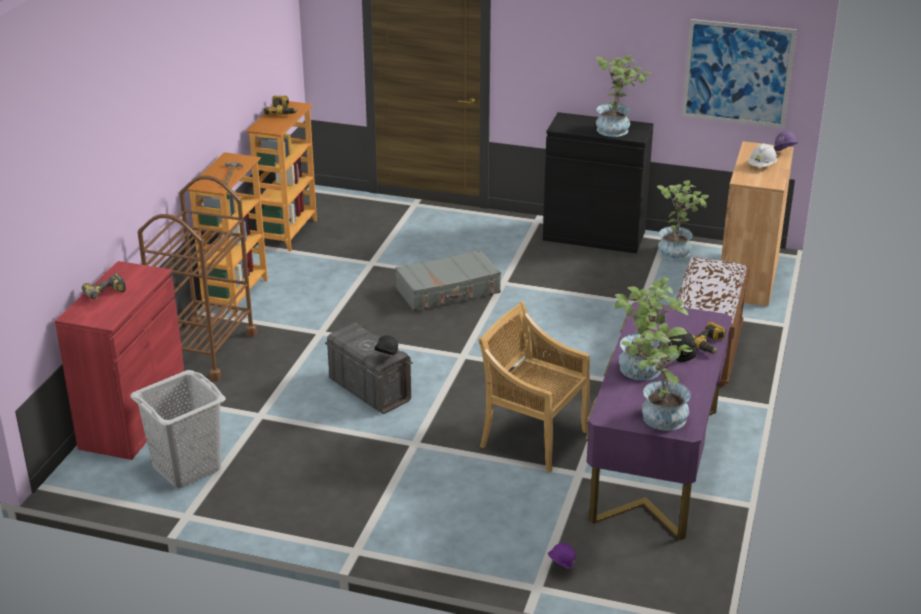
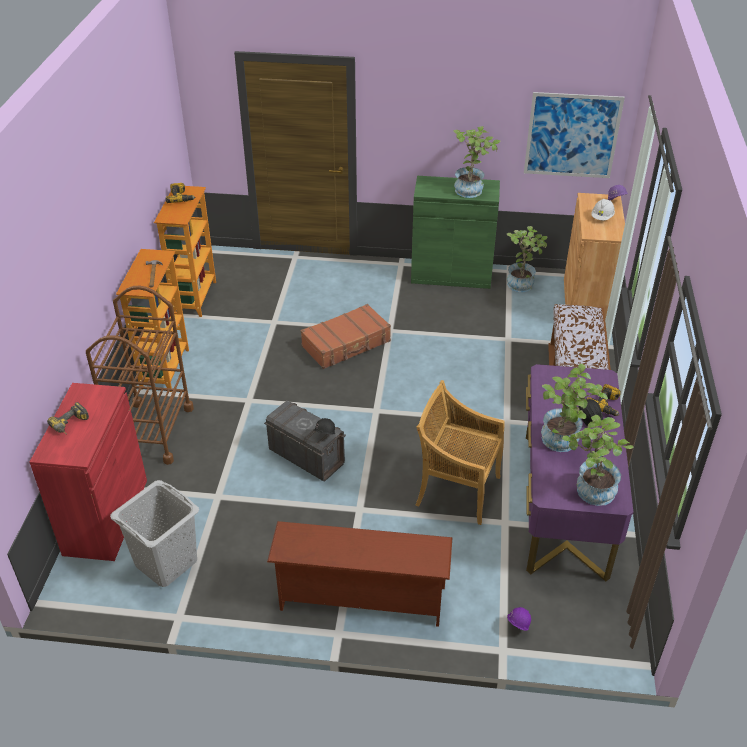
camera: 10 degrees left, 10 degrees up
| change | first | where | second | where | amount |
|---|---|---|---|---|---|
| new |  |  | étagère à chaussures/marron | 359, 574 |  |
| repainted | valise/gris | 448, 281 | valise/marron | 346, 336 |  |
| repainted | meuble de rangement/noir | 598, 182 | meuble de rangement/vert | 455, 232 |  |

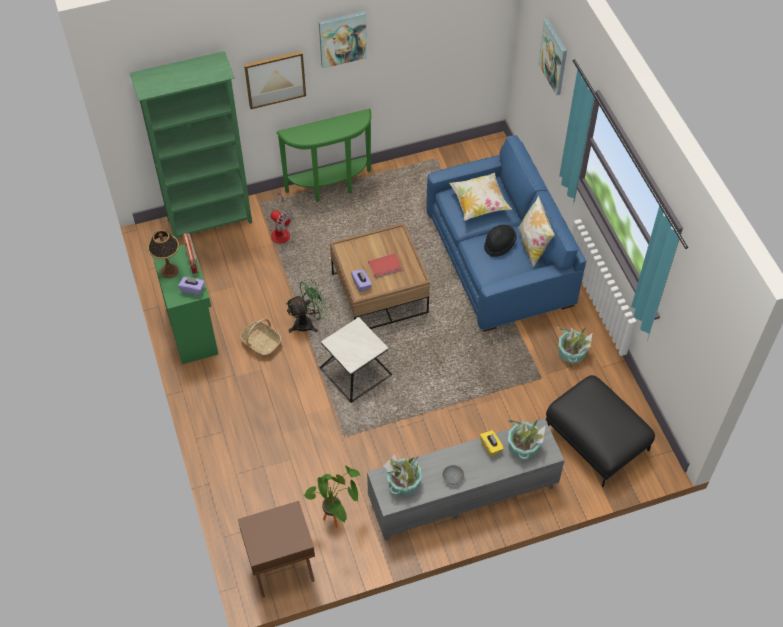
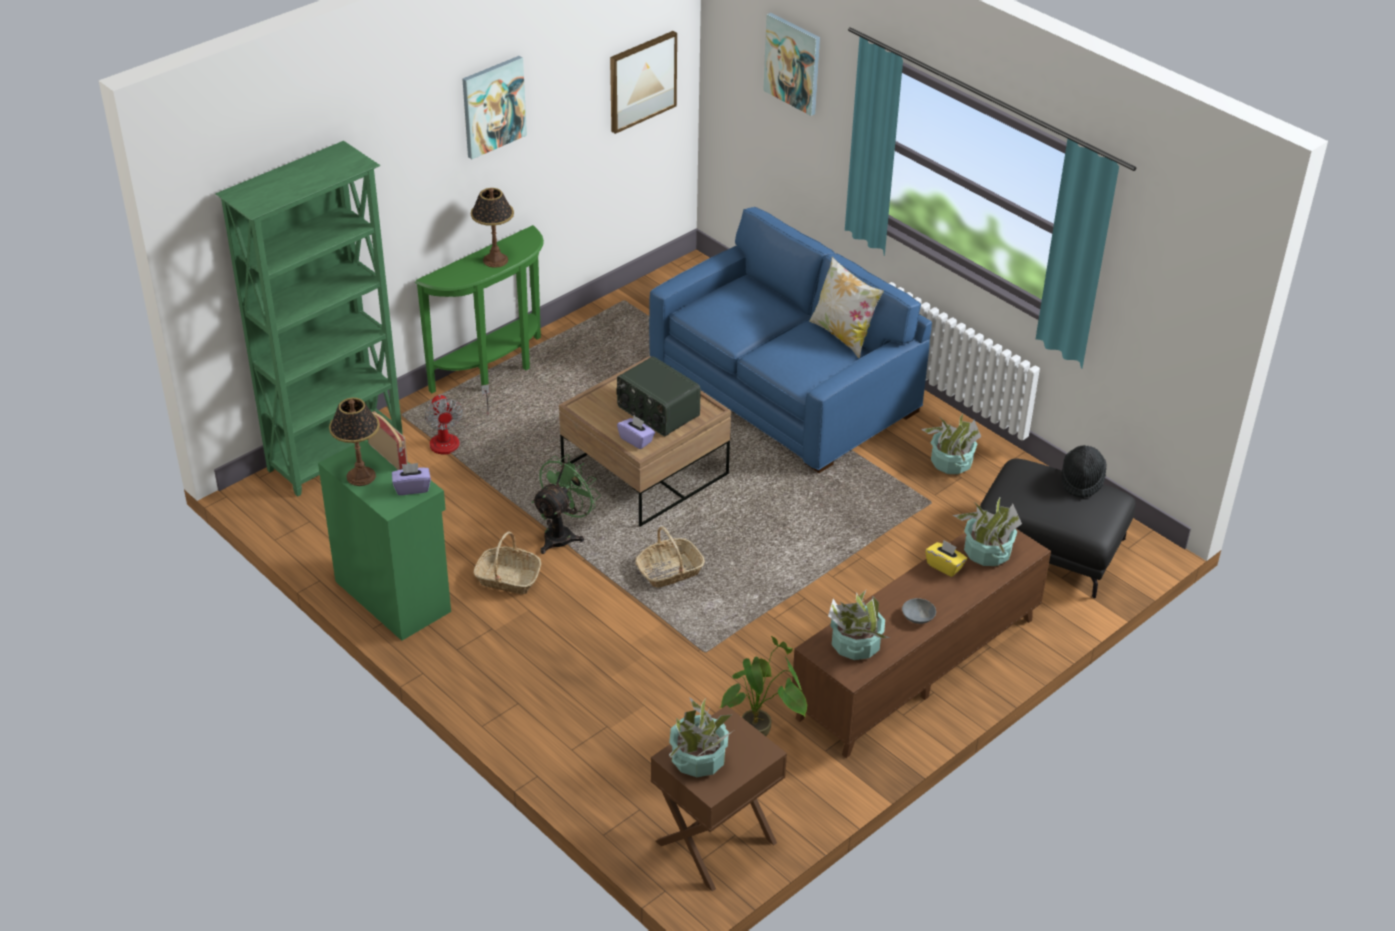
camera: 25 degrees left, 15 degrees down
| change | first | where | second | where | amount |
|---|---|---|---|---|---|
| gone | coussin | 480, 197 |  |  |  |
| new |  |  | lampe de table | 492, 228 |  |
| new |  |  | plante en pot | 701, 737 |  |
| shifted | tableau | 275, 80 |  | 643, 82 |  |
| shifted | chapeau/noir | 500, 241 |  | 1084, 471 |  |
| swapped | table d'appoint | 355, 360 | panier | 670, 557 |  |
| swapped | livre/rouge | 385, 265 | radio | 659, 396 |  |
| repainted | meuble télé/gris | 466, 479 | meuble télé/marron | 921, 635 |  |
| rotated | ventilateur | 281, 217 |  | 457, 419 | 60 degrees clockwise |

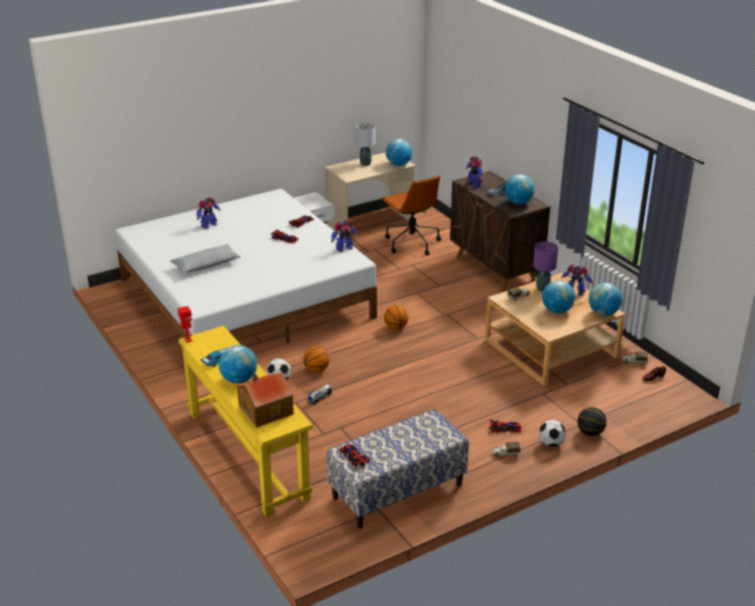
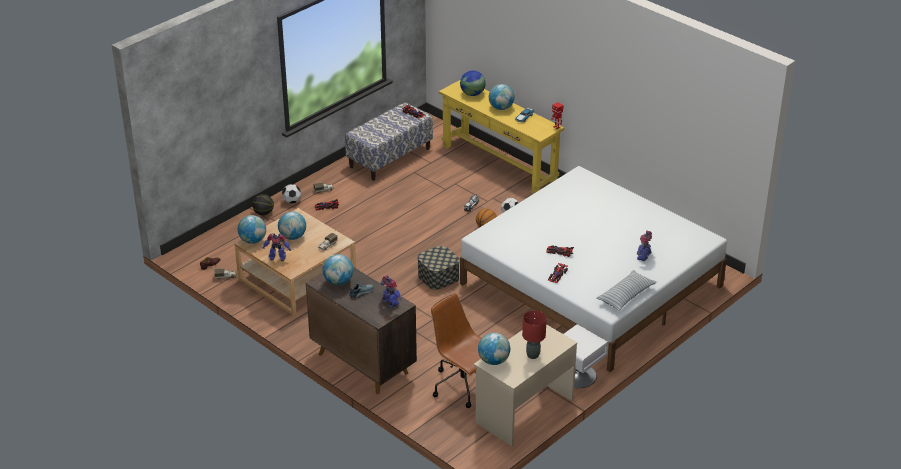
camera: 165 degrees right, 5 degrees up
| change | first | where | second | where | amount |
|---|---|---|---|---|---|
| gone | robot jouet | 344, 236 |  |  |  |
| gone | lampe de table/violet | 545, 266 |  |  |  |
| shifted | coussin | 205, 259 |  | 626, 290 |  |
| swapped | maison miniature | 265, 400 | globe | 473, 83 |  |
| swapped | ballon de basket | 396, 317 | boîte de rangement | 438, 268 |  |
| repainted | lampe de table/gris | 365, 144 | lampe de table/rouge | 534, 335 |  |

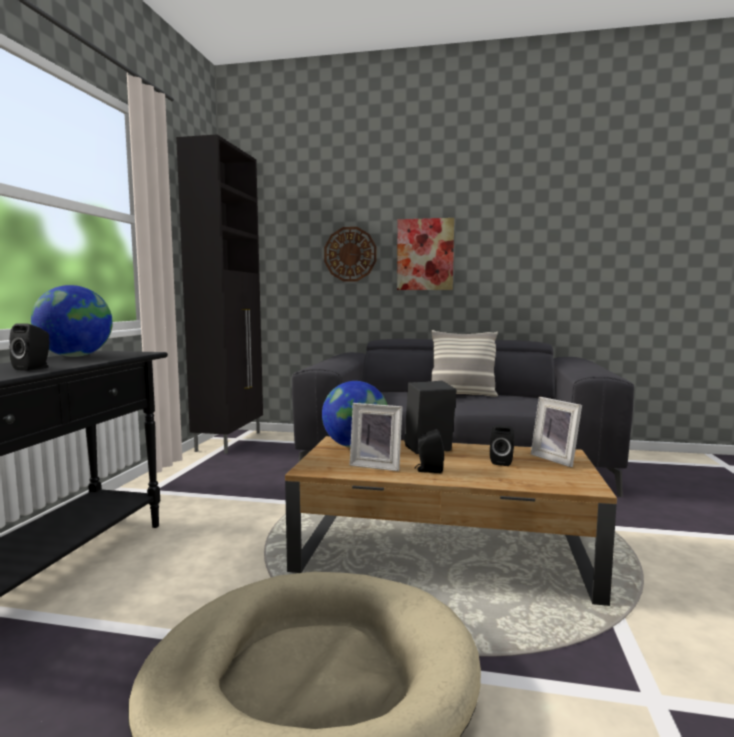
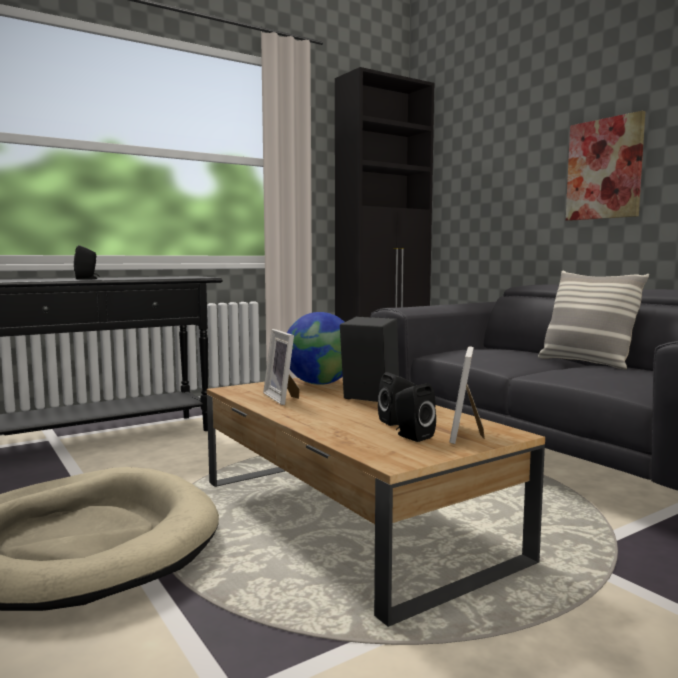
camera: 45 degrees right, 0 degrees up
| change | first | where | second | where | amount |
|---|---|---|---|---|---|
| gone | globe | 72, 321 |  |  |  |
| gone | horloge murale | 350, 254 |  |  |  |
| shifted | enceinte/noir | 429, 451 |  | 415, 412 |  |

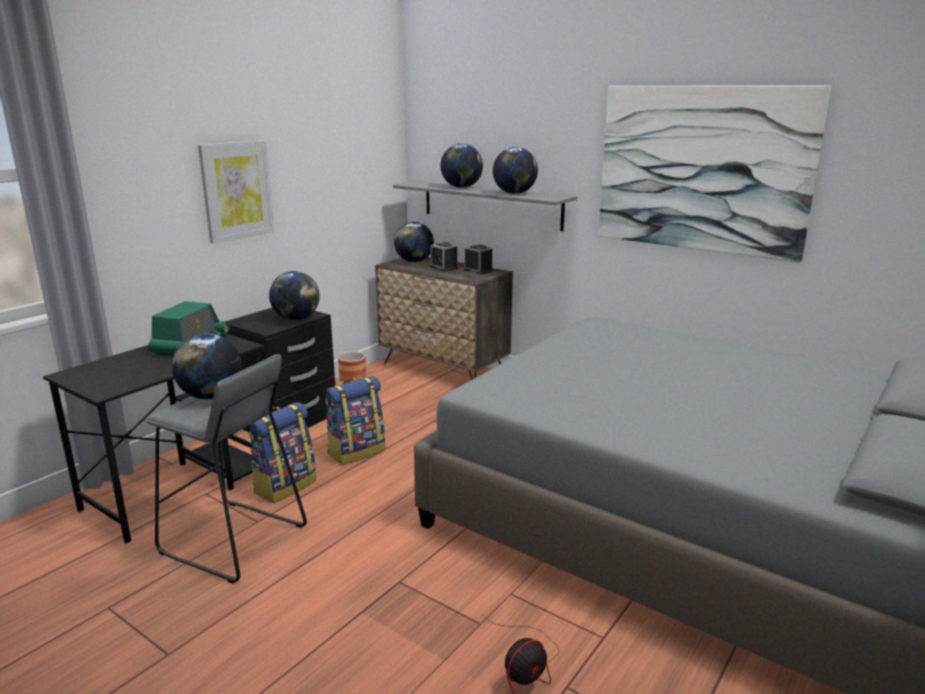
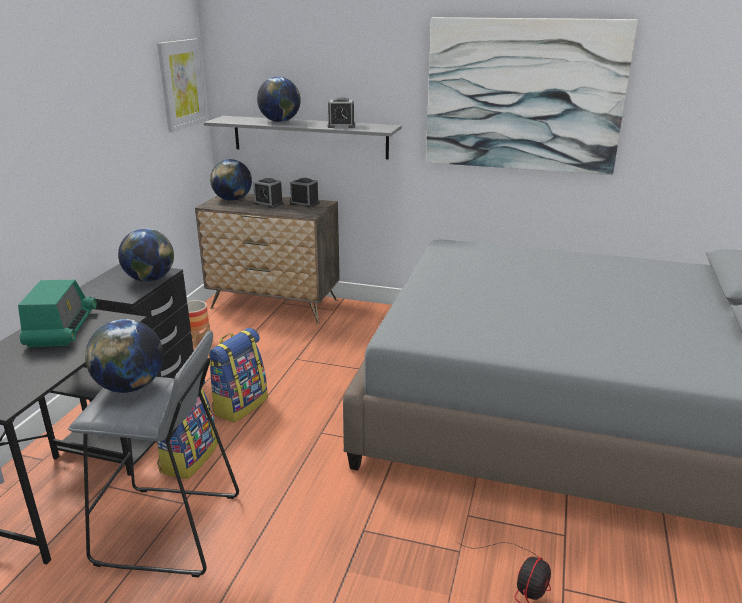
camera: 20 degrees left, 5 degrees up
| change | first | where | second | where | amount |
|---|---|---|---|---|---|
| shifted | tableau | 236, 192 |  | 181, 85 |  |
| swapped | globe | 515, 170 | réveil | 341, 112 |  |

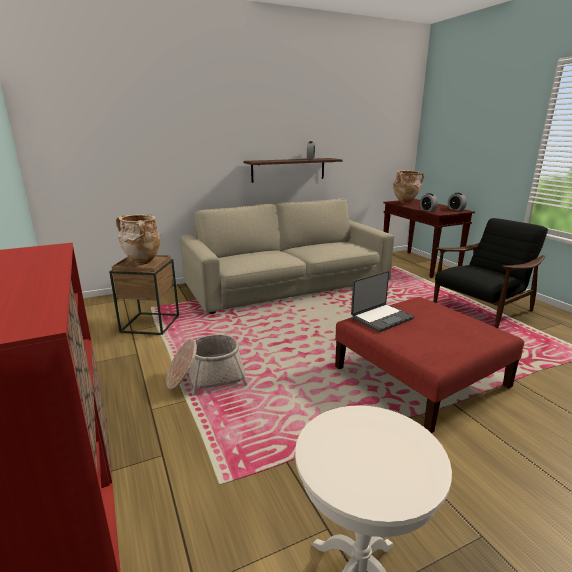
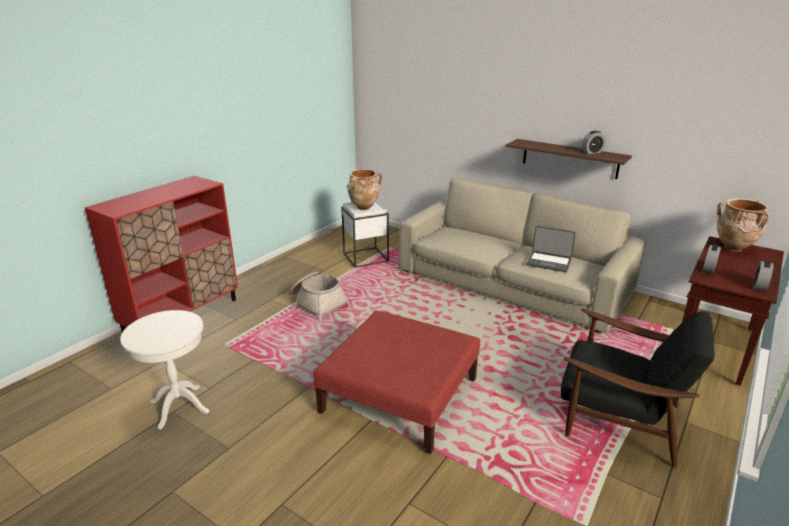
camera: 60 degrees right, 5 degrees up
| change | first | where | second | where | amount |
|---|---|---|---|---|---|
| shifted | ordinateur portable | 382, 301 |  | 551, 249 |  |
| repainted | table d'appoint/marron | 144, 295 | table d'appoint/blanc | 365, 234 |  |

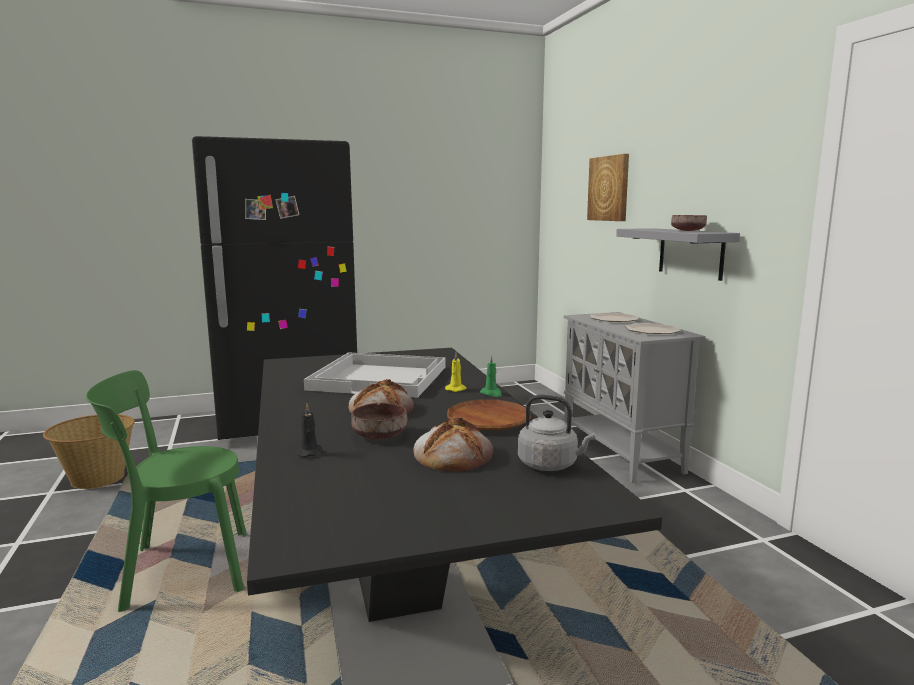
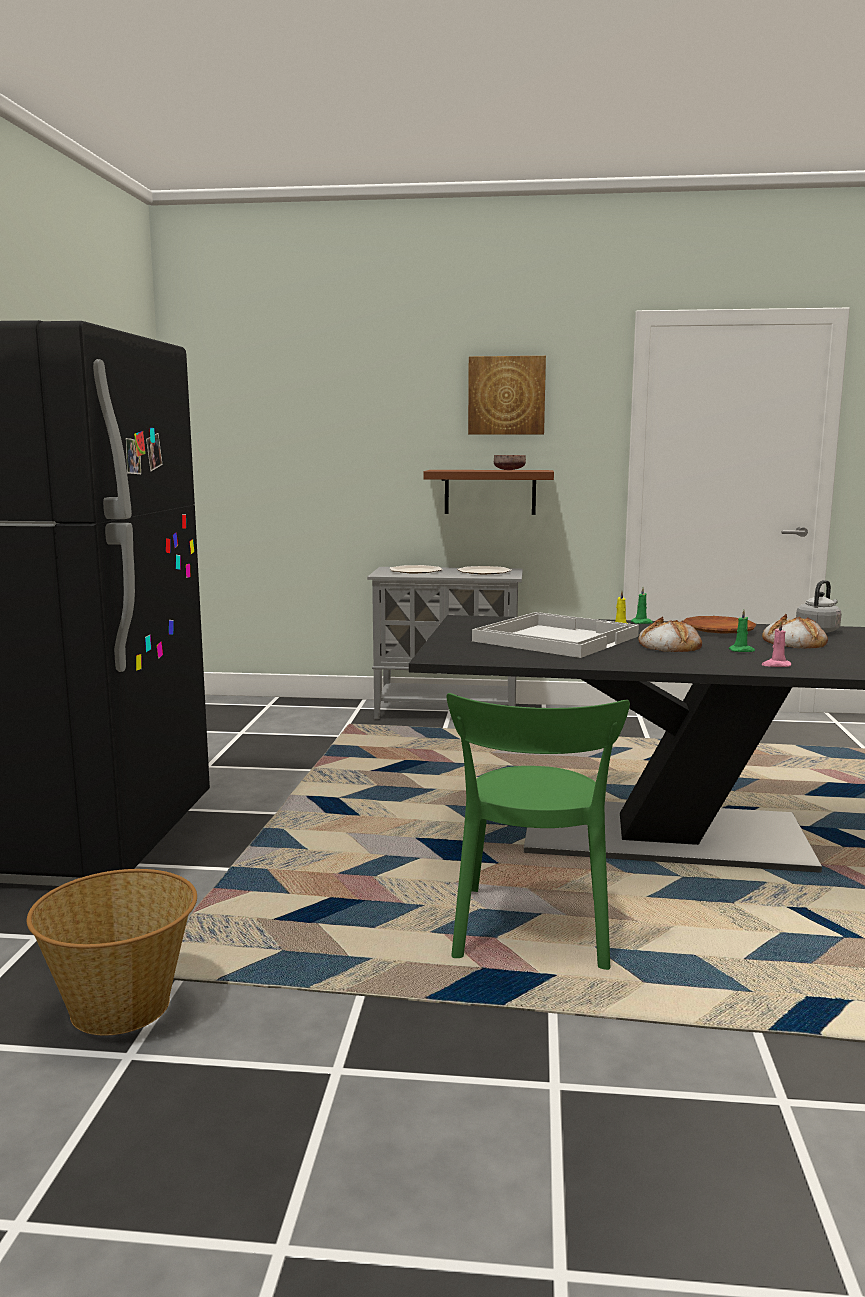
camera: 65 degrees left, 0 degrees up
| change | first | where | second | where | amount |
|---|---|---|---|---|---|
| shifted | tableau | 608, 187 |  | 507, 395 |  |
| swapped | bol/marron | 379, 421 | bougie/vert | 741, 631 |  |
| repainted | bougie/noir | 309, 430 | bougie/rose | 776, 644 |  |
| repainted | étagère/gris | 678, 254 | étagère/marron | 489, 492 |  |

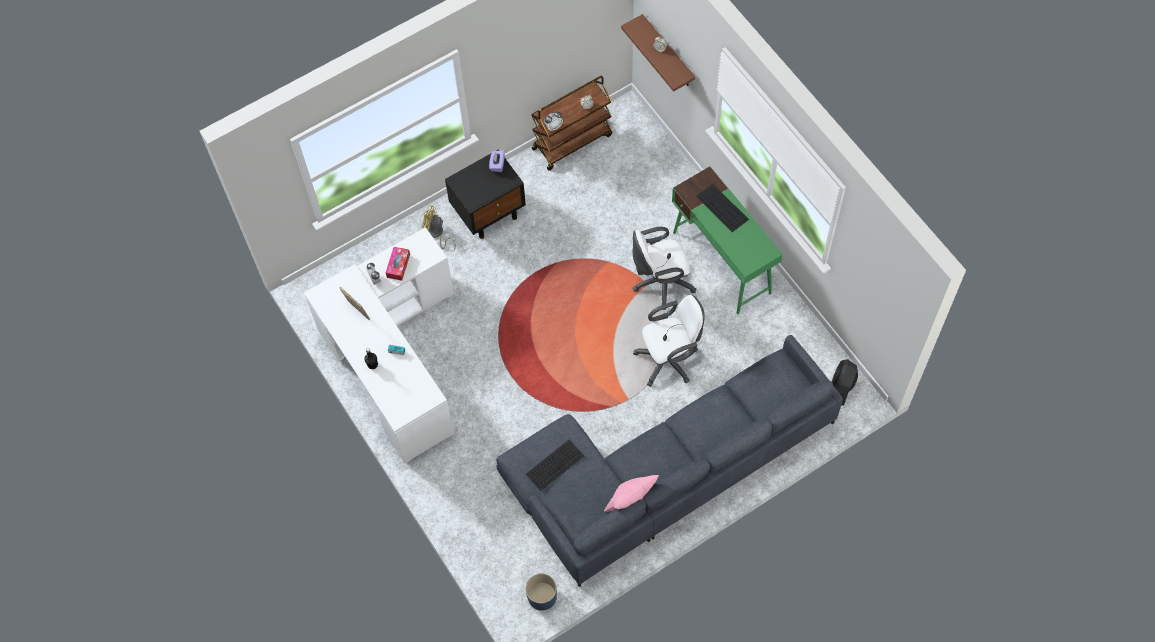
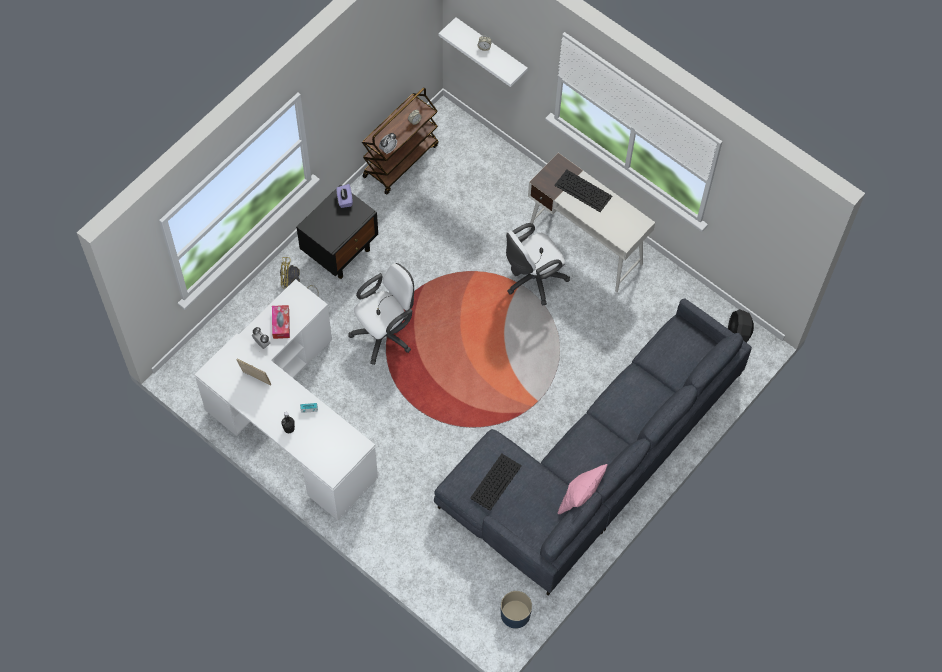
camera: 20 degrees left, 0 degrees up
| change | first | where | second | where | amount |
|---|---|---|---|---|---|
| shifted | chaise de bureau/blanc | 669, 341 |  | 381, 314 |  |
| repainted | étagère/marron | 658, 53 | étagère/blanc | 483, 52 |  |
| repainted | bureau/vert | 727, 240 | bureau/blanc | 591, 222 |  |

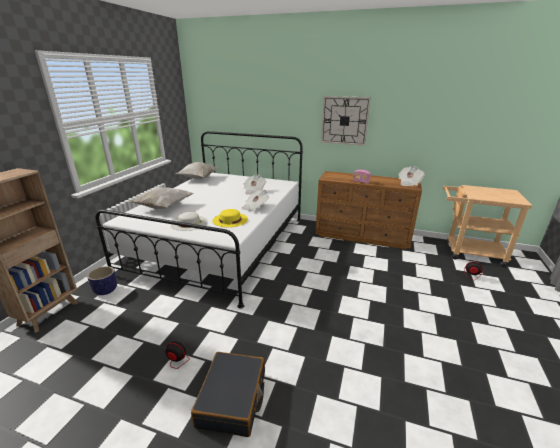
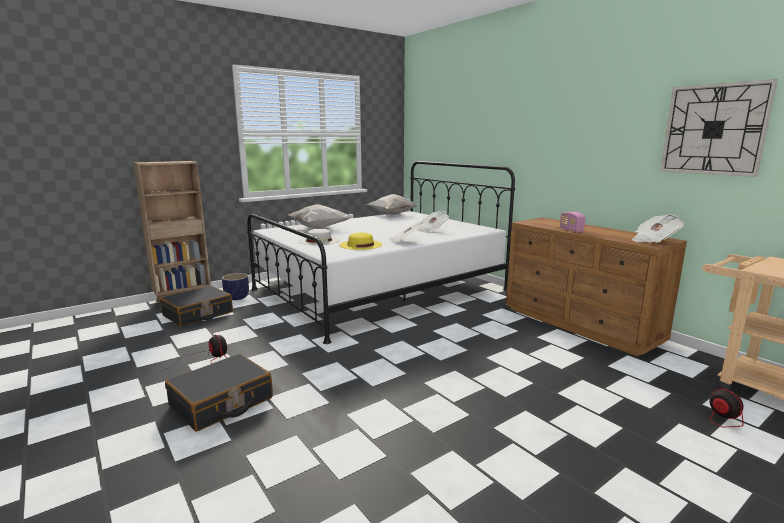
camera: 35 degrees right, 10 degrees down
| change | first | where | second | where | amount |
|---|---|---|---|---|---|
| new |  |  | valise/noir | 196, 306 |  |
| shifted | horloge murale | 346, 121 |  | 719, 128 |  |

